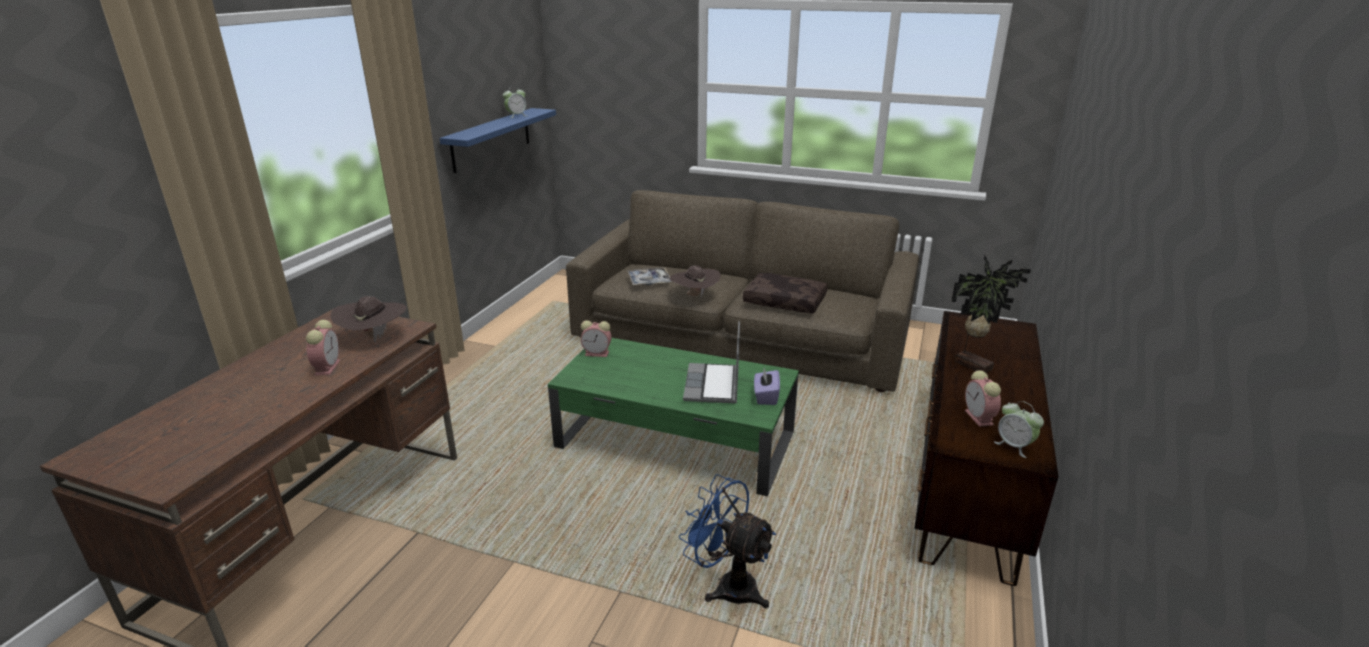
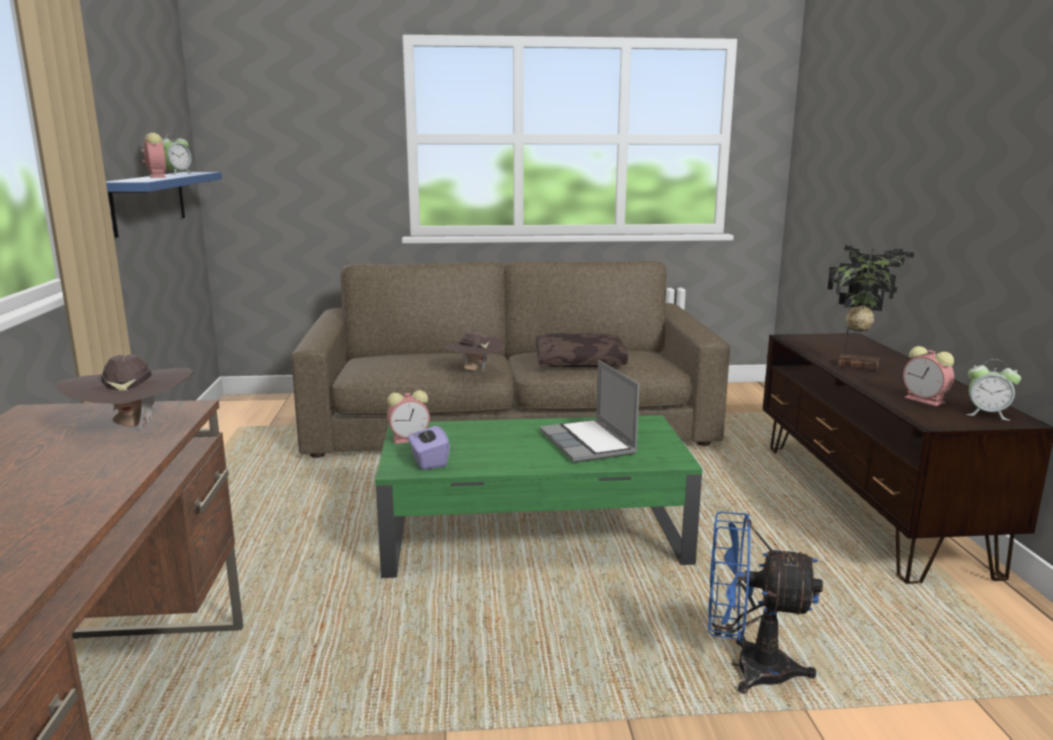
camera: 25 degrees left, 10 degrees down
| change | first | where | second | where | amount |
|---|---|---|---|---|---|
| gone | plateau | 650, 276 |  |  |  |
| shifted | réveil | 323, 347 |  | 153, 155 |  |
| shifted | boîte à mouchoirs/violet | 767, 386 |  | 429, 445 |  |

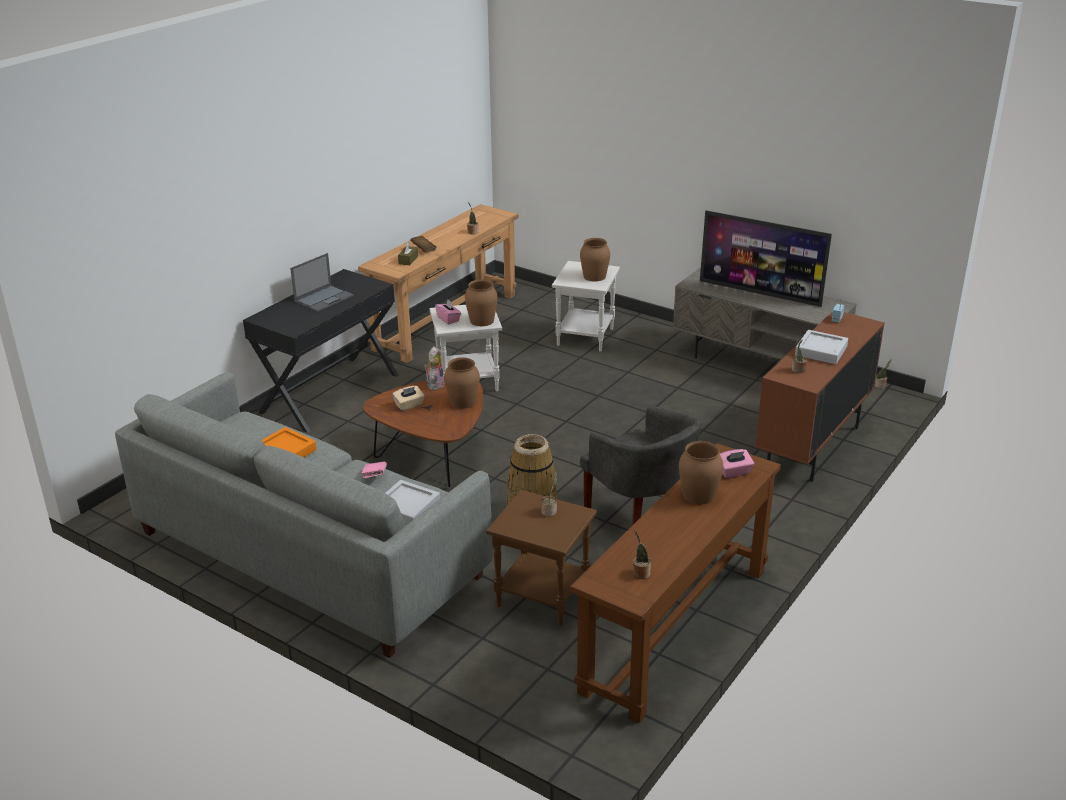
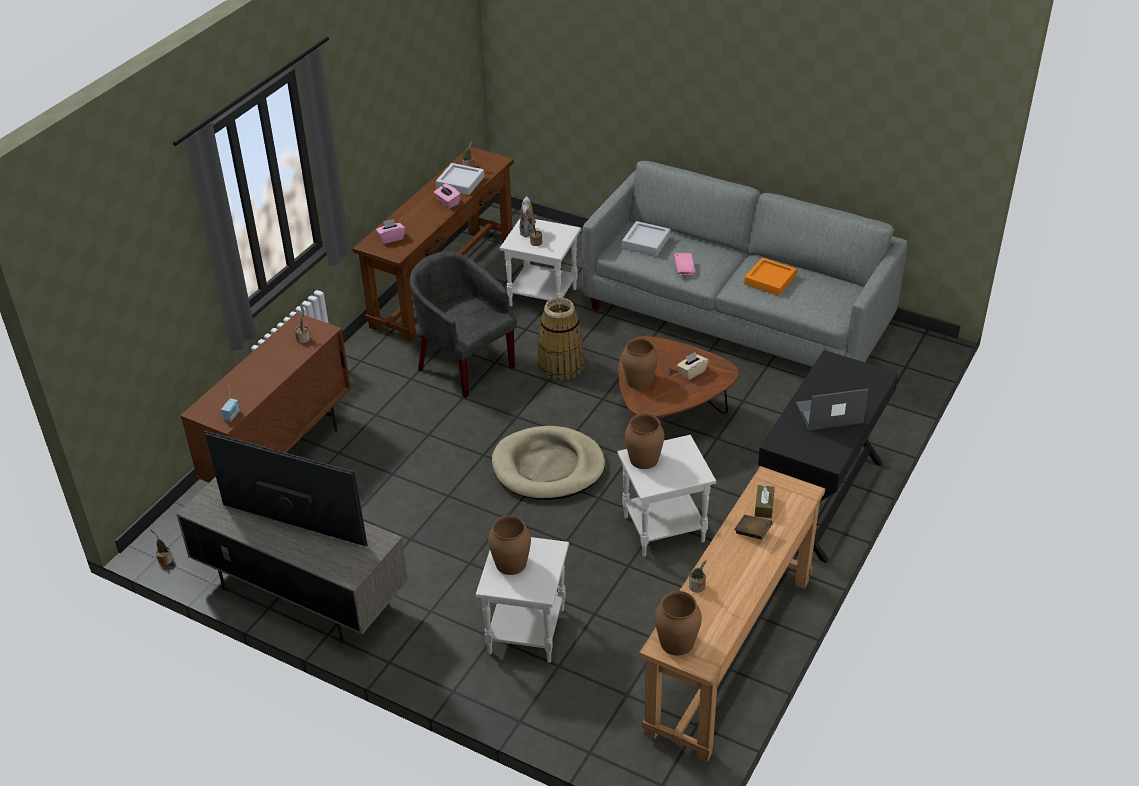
camera: 175 degrees right, 10 degrees up
| change | first | where | second | where | amount |
|---|---|---|---|---|---|
| new |  |  | panier pour chien/beige | 548, 463 |  |
| shifted | peluche | 434, 368 |  | 528, 216 |  |
| shifted | boîte à mouchoirs/rose | 448, 312 |  | 447, 196 |  |
| shifted | vase/marron | 701, 473 |  | 678, 623 |  |
| shifted | plateau/gris | 821, 347 |  | 460, 179 |  |
| repainted | table d'appoint/marron | 541, 558 | table d'appoint/blanc | 540, 266 |  |
| rotated | ordinateur portable | 322, 282 |  | 832, 409 | 45 degrees clockwise |

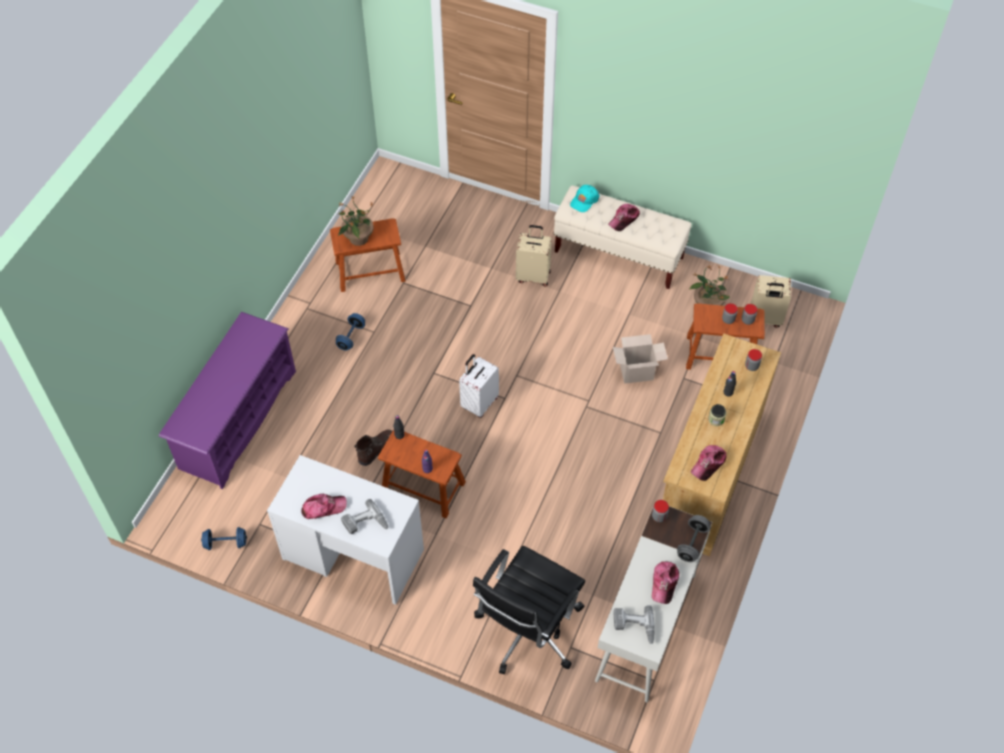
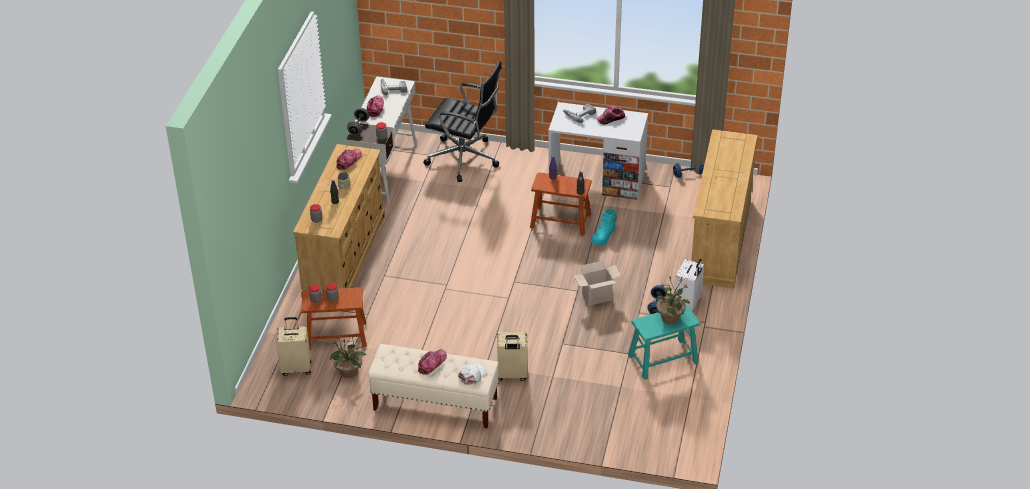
camera: 170 degrees right, 15 degrees down
| change | first | where | second | where | amount |
|---|---|---|---|---|---|
| shifted | valise/blanc | 479, 386 |  | 689, 285 |  |
| shifted | carton | 640, 359 |  | 597, 283 |  |
| swapped | étagère à chaussures/violet | 227, 400 | commode/beige | 724, 209 |  |
| repainted | tabouret/marron | 367, 255 | tabouret/turquoise | 664, 342 |  |
| repainted | botte/marron | 373, 448 | botte/turquoise | 603, 227 |  |
| repainted | casquette/turquoise | 585, 198 | casquette/blanc | 471, 374 |  |
| rotated | chaise de bureau/noir | 529, 610 |  | 462, 121 | 90 degrees clockwise |

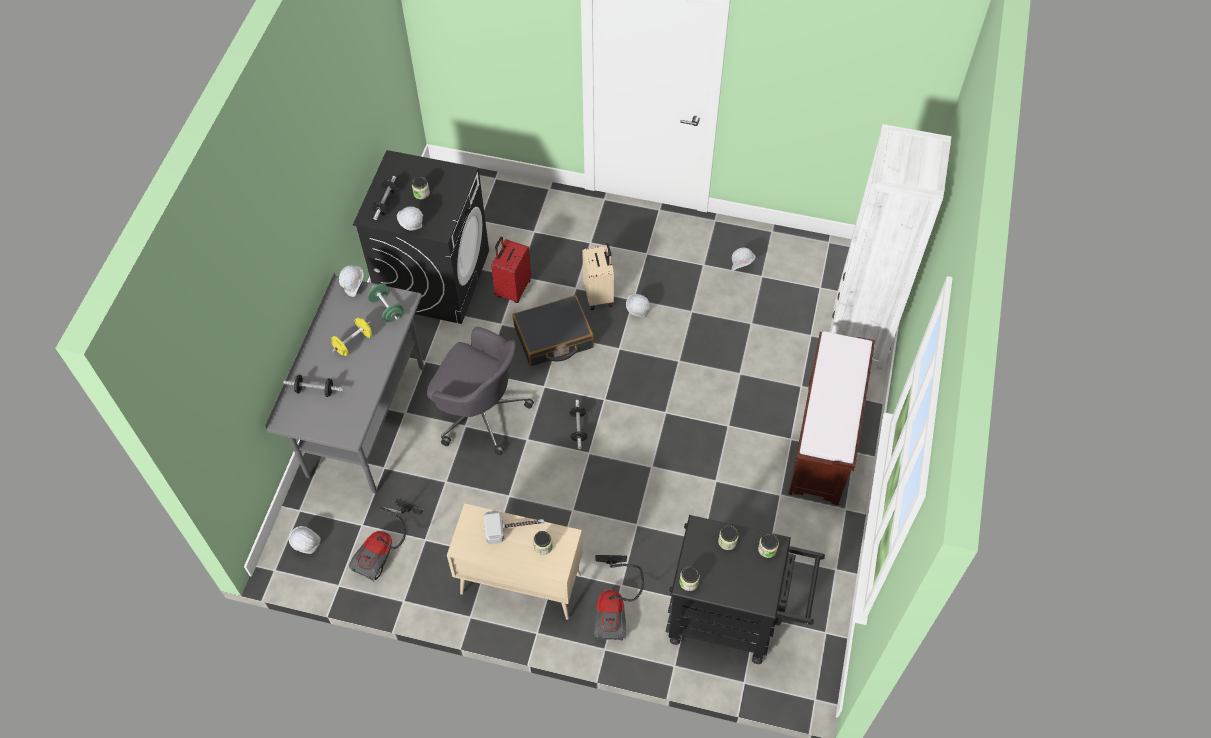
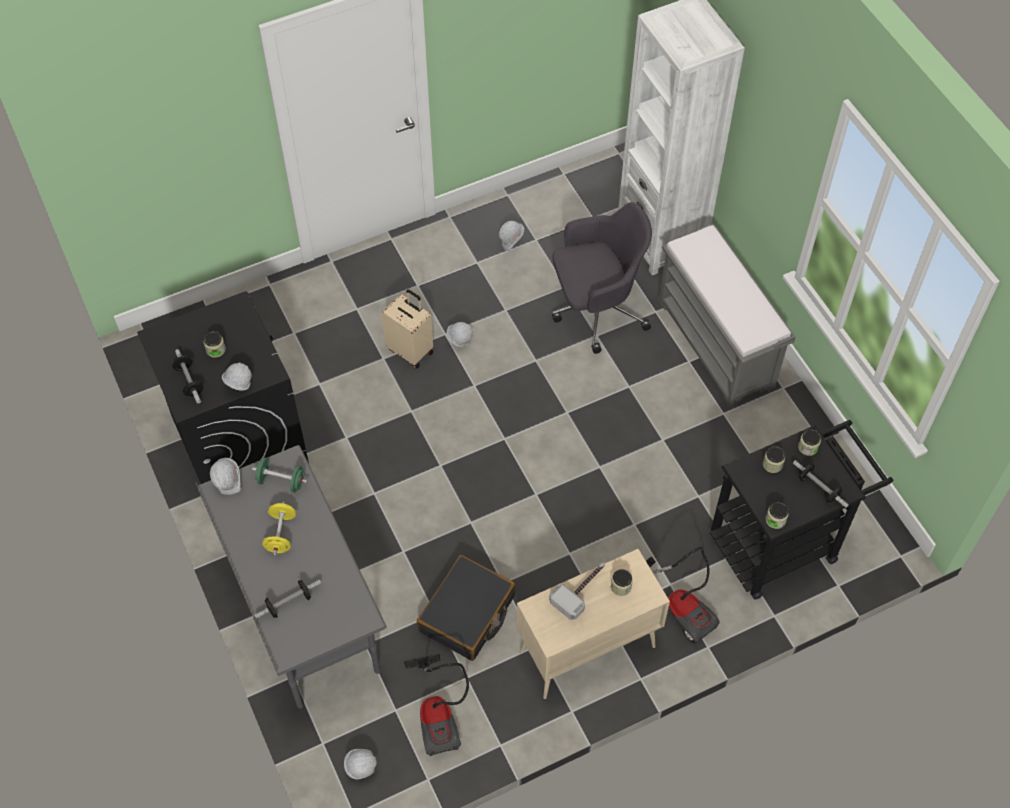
camera: 40 degrees left, 0 degrees up
| change | first | where | second | where | amount |
|---|---|---|---|---|---|
| gone | valise/rouge | 511, 269 |  |  |  |
| shifted | chaise de bureau/gris | 480, 391 |  | 602, 278 |  |
| shifted | valise/noir | 553, 331 |  | 466, 608 |  |
| shifted | haltère | 579, 424 |  | 821, 484 |  |
| repainted | banc/marron | 832, 418 | banc/gris | 726, 315 |  |

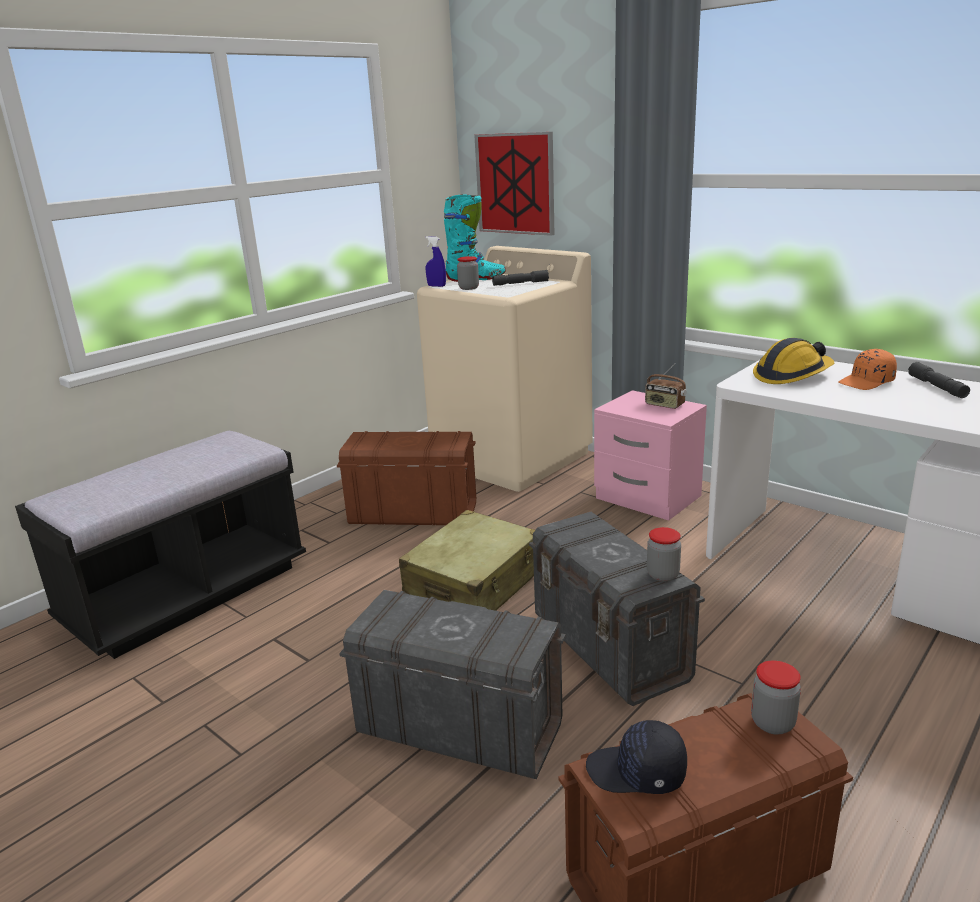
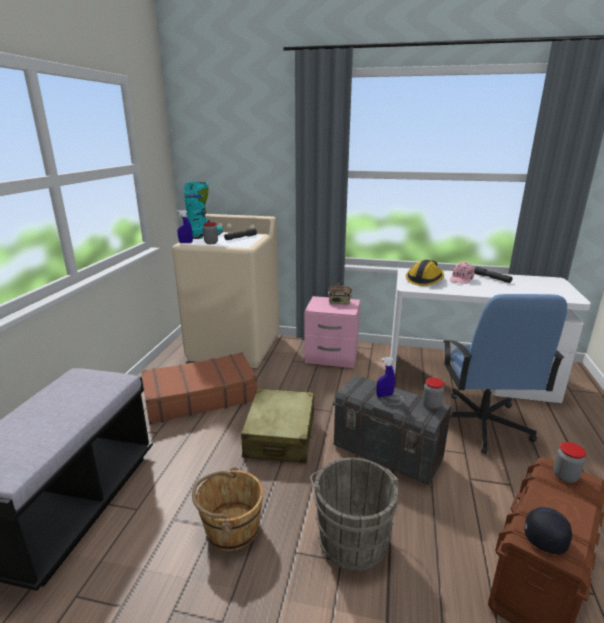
camera: 30 degrees left, 0 degrees up
| change | first | where | second | where | amount |
|---|---|---|---|---|---|
| gone | tableau | 514, 184 |  |  |  |
| new |  |  | seau/marron | 227, 509 |  |
| new |  |  | vaporisateur/bleu | 386, 377 |  |
| new |  |  | chaise de bureau/bleu | 505, 374 |  |
| swapped | boîte de rangement/marron | 406, 478 | valise/marron | 199, 388 |  |
| swapped | boîte de rangement/gris | 452, 684 | seau/gris | 354, 514 |  |
| repainted | casquette/orange | 867, 369 | casquette/rose | 462, 273 |  |
| rotated | casquette/noir | 636, 757 |  | 548, 531 | 135 degrees clockwise |

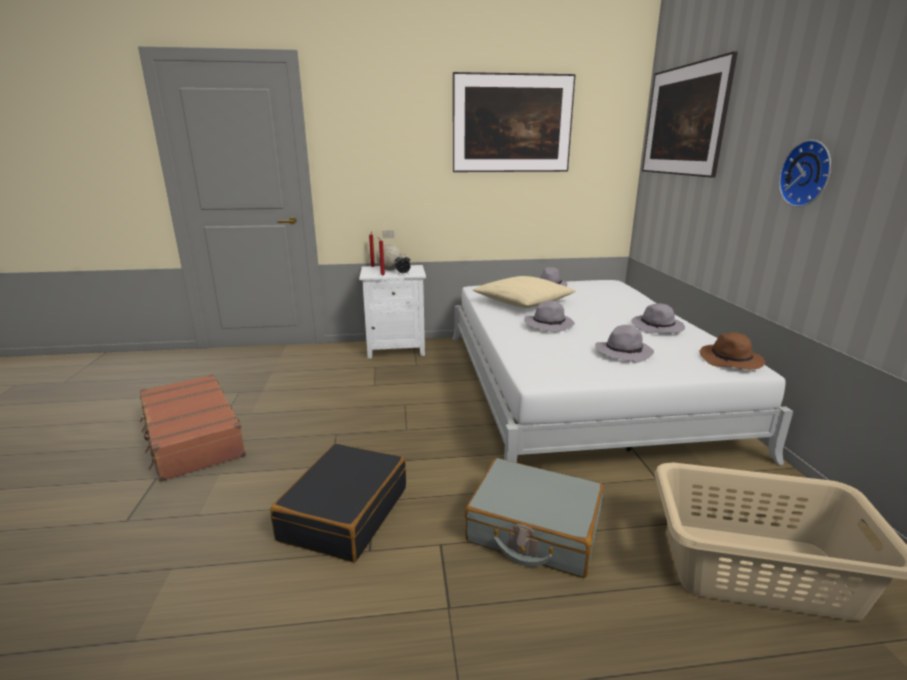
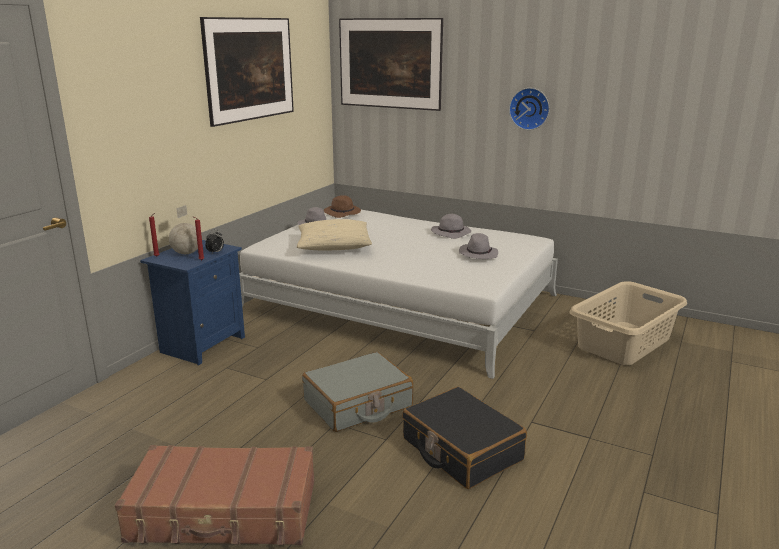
camera: 55 degrees left, 0 degrees up
| change | first | where | second | where | amount |
|---|---|---|---|---|---|
| gone | chapeau/gris | 549, 317 |  |  |  |
| shifted | valise/gris | 534, 518 |  | 357, 392 |  |
| shifted | chapeau/marron | 732, 351 |  | 342, 206 |  |
| repainted | table de chevet/blanc | 392, 311 | table de chevet/bleu | 192, 303 |  |

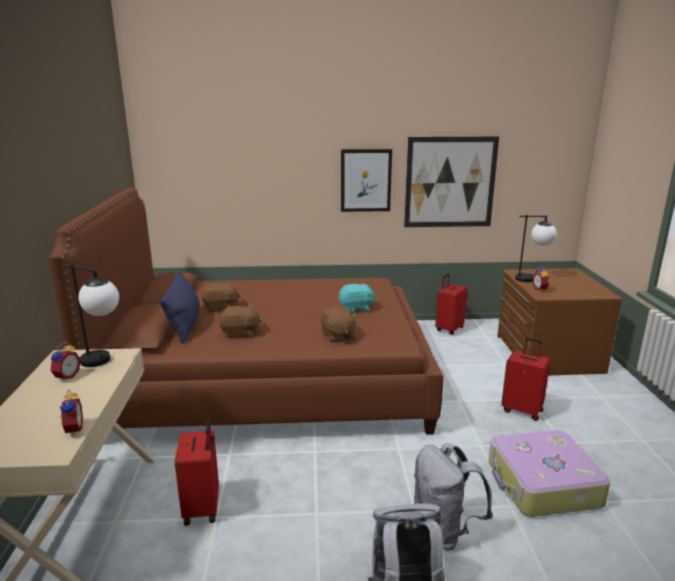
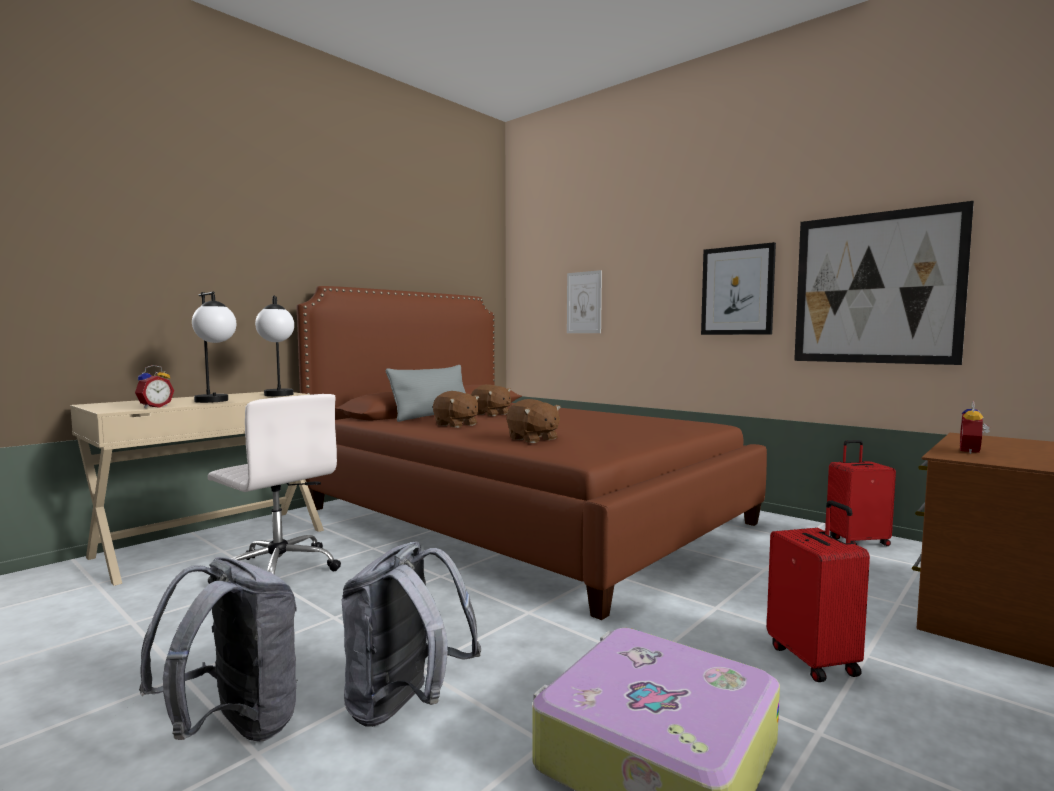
camera: 45 degrees right, 15 degrees down
| change | first | where | second | where | amount |
|---|---|---|---|---|---|
| gone | réveil | 65, 362 |  |  |  |
| gone | peluche/turquoise | 357, 298 |  |  |  |
| new |  |  | tableau | 584, 301 |  |
| shifted | lampe de table | 536, 248 |  | 214, 347 |  |
| swapped | valise/rouge | 197, 473 | chaise de bureau/blanc | 274, 489 |  |
| repainted | coussin/bleu | 180, 307 | coussin/gris | 426, 393 |  |
| rotated | peluche/marron | 339, 324 |  | 534, 421 | 60 degrees counterclockwise |

